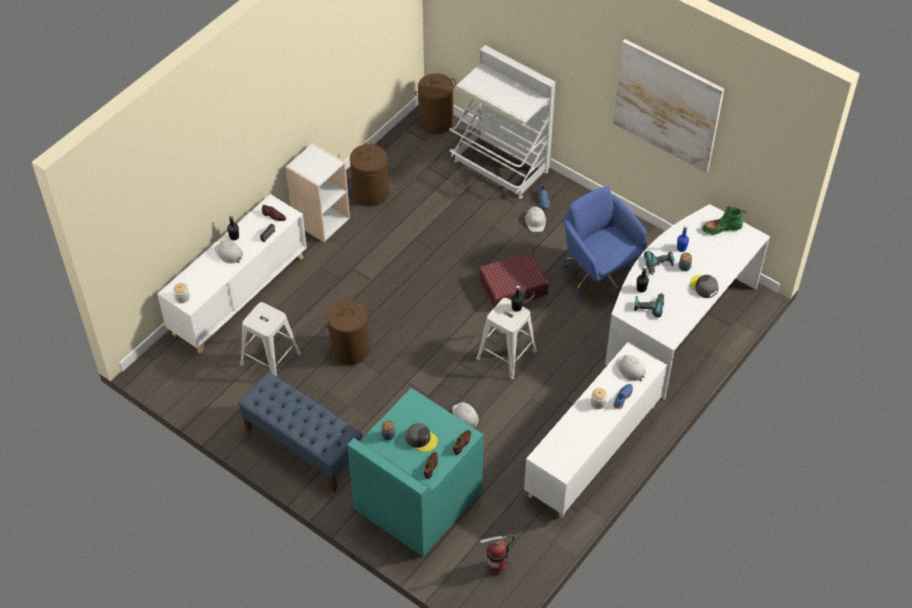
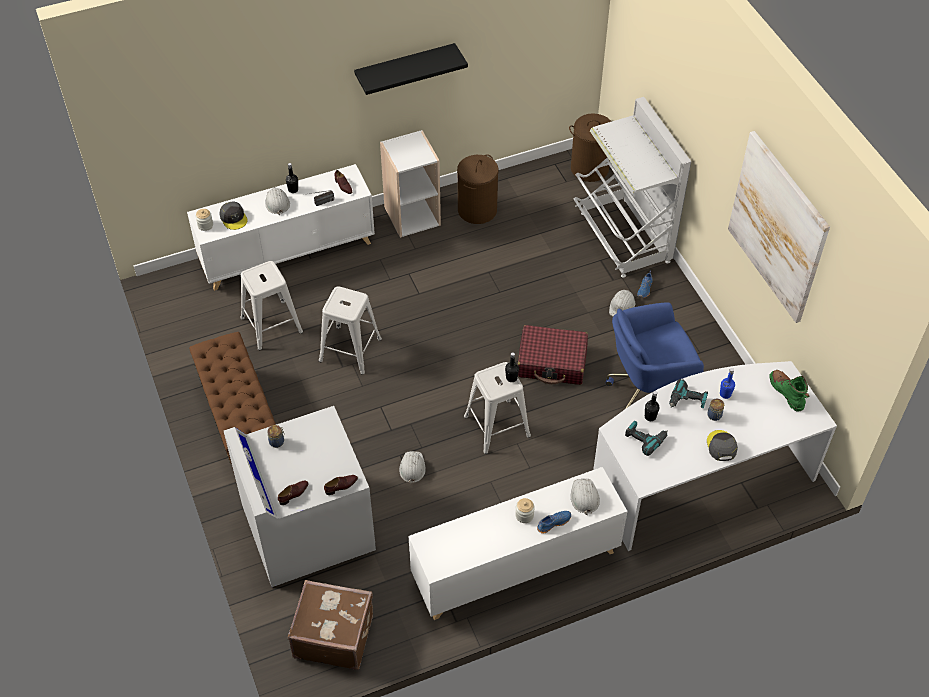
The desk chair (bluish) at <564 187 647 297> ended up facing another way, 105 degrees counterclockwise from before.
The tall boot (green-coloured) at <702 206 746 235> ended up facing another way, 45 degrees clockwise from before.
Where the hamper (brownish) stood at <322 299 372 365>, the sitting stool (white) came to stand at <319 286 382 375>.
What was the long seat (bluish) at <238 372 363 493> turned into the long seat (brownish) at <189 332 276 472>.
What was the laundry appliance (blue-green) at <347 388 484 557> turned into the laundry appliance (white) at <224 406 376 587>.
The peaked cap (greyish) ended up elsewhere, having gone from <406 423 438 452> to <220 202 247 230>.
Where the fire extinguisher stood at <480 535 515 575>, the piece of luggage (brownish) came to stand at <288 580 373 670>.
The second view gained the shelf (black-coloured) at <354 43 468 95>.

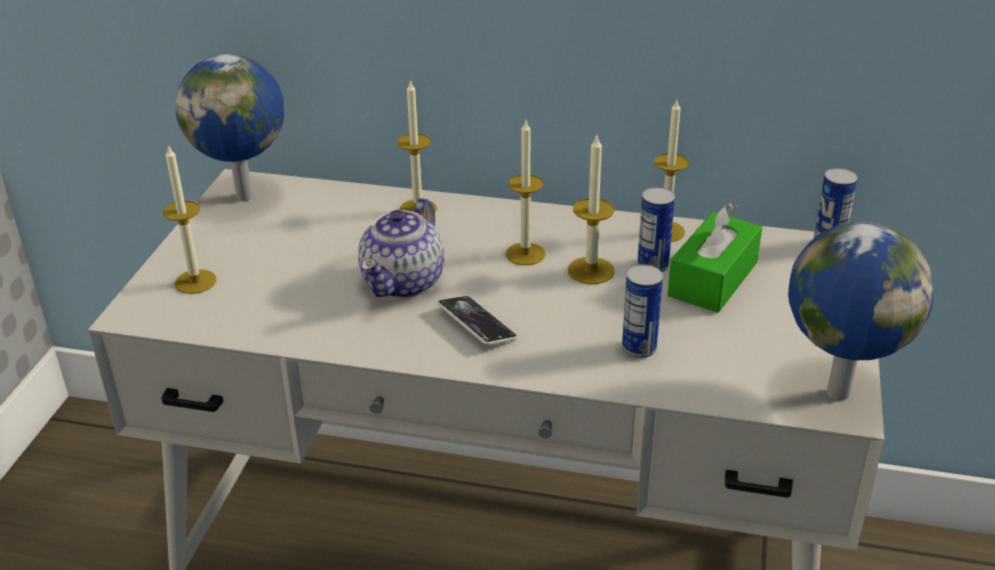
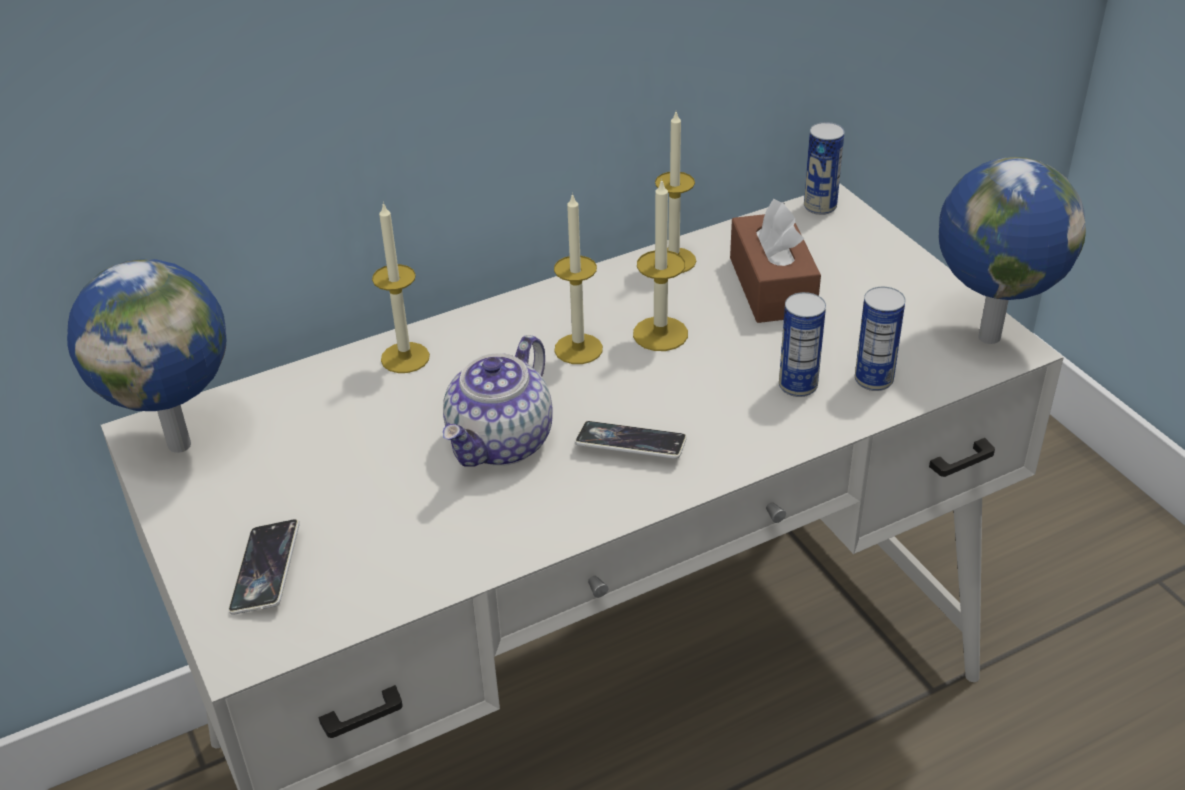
Where the candle stood at <163 145 217 294>, the phone came to stand at <228 519 300 615>.
The sealed can ended up elsewhere, having gone from <637 187 675 272> to <855 287 906 391>.
The teapot at <358 198 444 298> ended up facing another way, 45 degrees clockwise from before.
What was the box of tissues (green-coloured) at <667 202 762 313> turned into the box of tissues (brownish) at <730 199 821 323>.

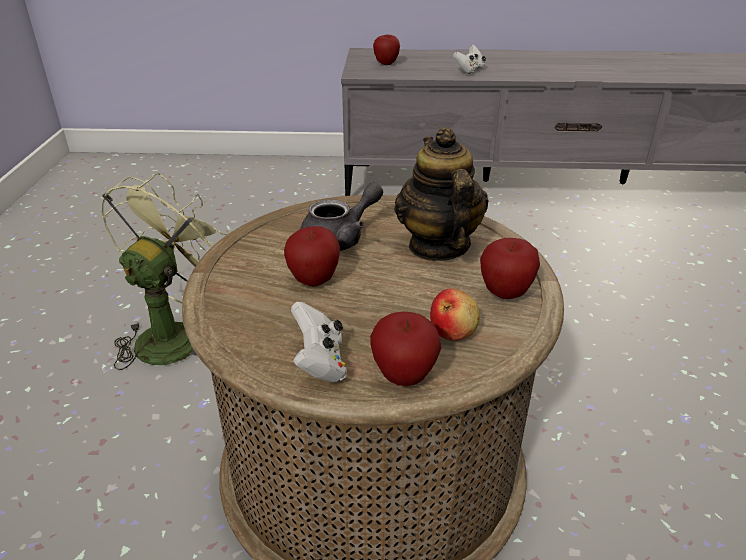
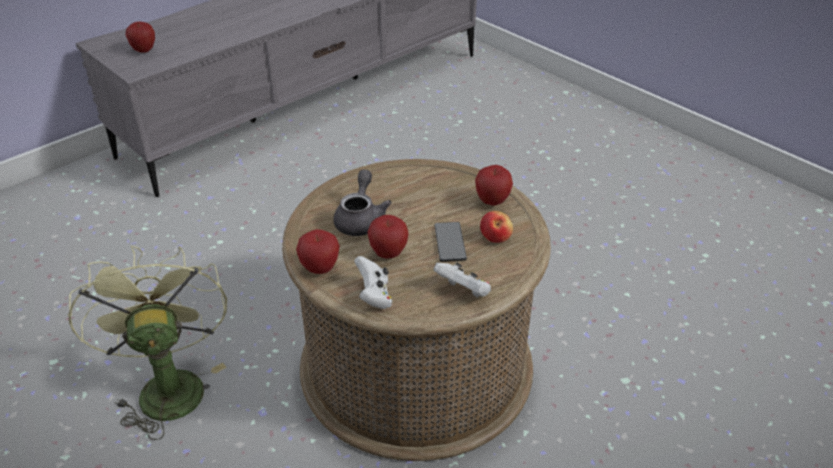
The gamepad (white) ended up elsewhere, having gone from <453 44 486 74> to <354 256 392 309>.
The second view lost the teapot at <394 127 489 261>.
The apple fruit ended up elsewhere, having gone from <370 311 441 386> to <296 229 340 274>.
The second view gained the phone at <434 222 467 262>.

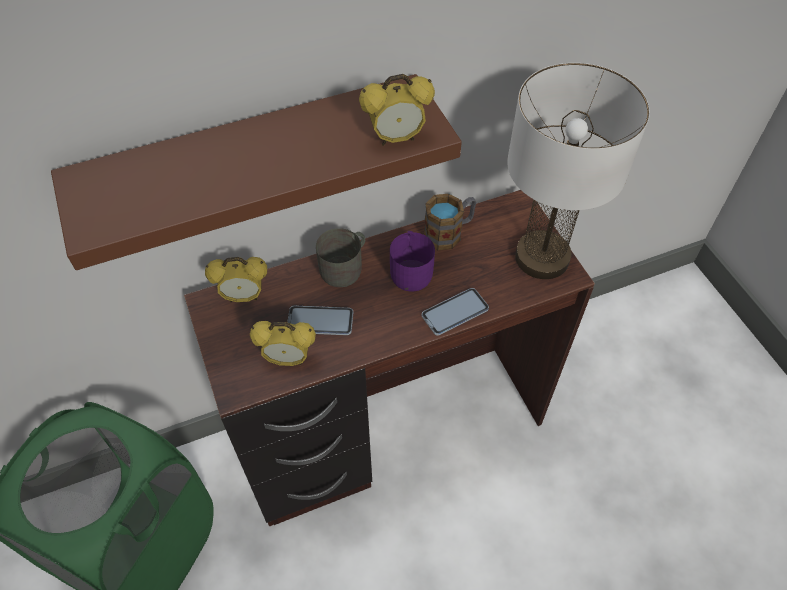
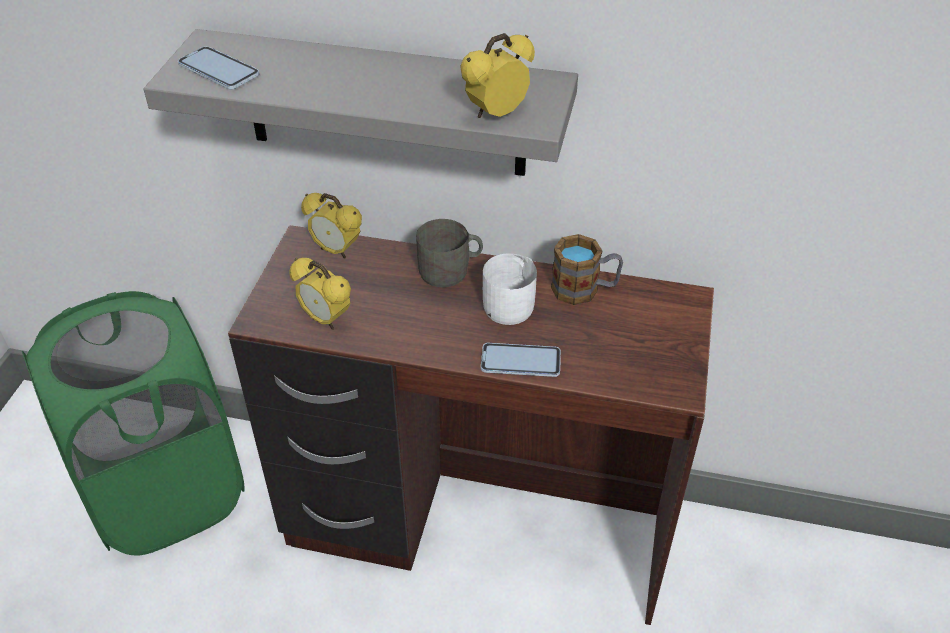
The second view lost the lamp for a table at <507 63 650 279>.
What was the shelf (brownish) at <51 74 462 270> turned into the shelf (greyish) at <144 29 578 176>.
The bedside clock at <359 74 435 146> ended up facing another way, 120 degrees clockwise from before.
What was the coffee mug (purplish) at <390 231 435 292> turned into the coffee mug (white) at <483 253 537 325>.
The phone ended up elsewhere, having gone from <287 306 353 335> to <178 46 259 89>.

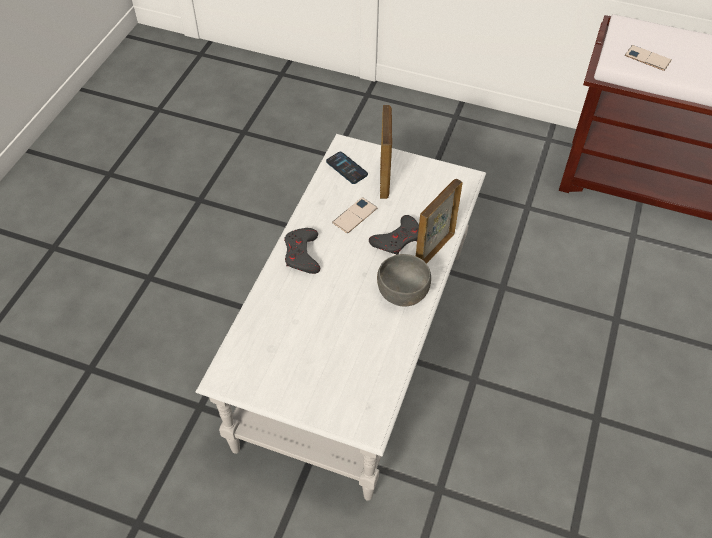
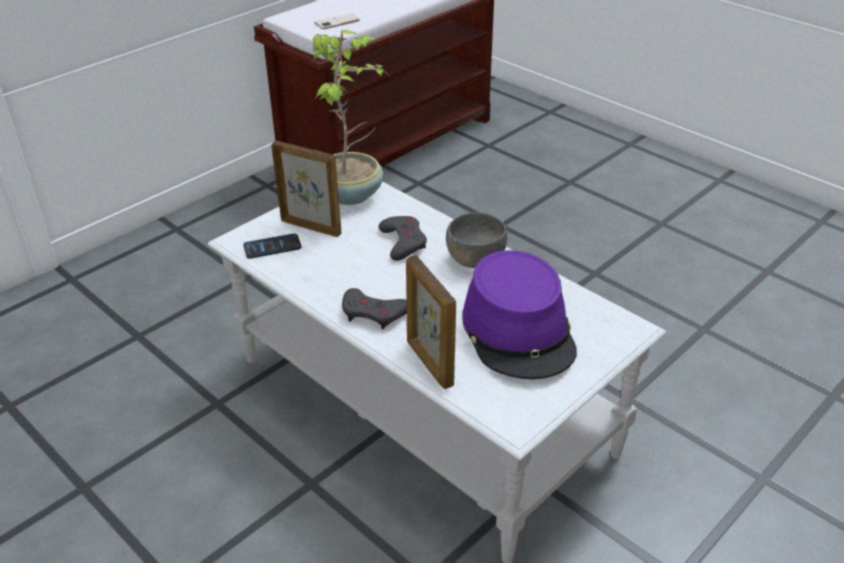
The picture frame ended up elsewhere, having gone from <416 179 463 264> to <406 255 456 389>.
The second view lost the phone at <332 197 377 233>.
The second view gained the plant in a pot at <313 30 389 205>.
The second view gained the wearable hat (purplish) at <463 250 577 379>.

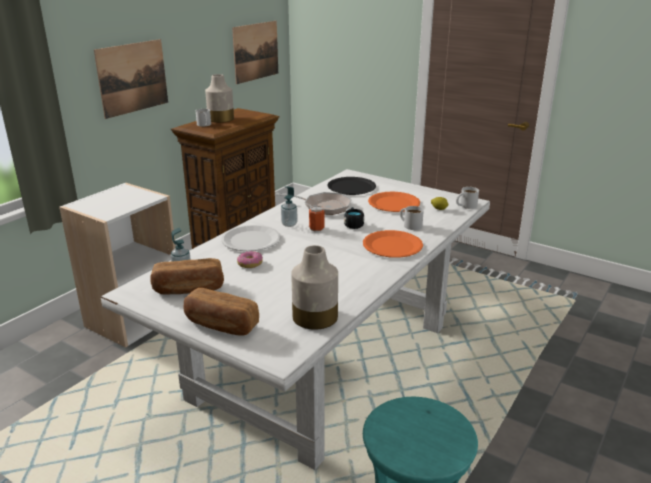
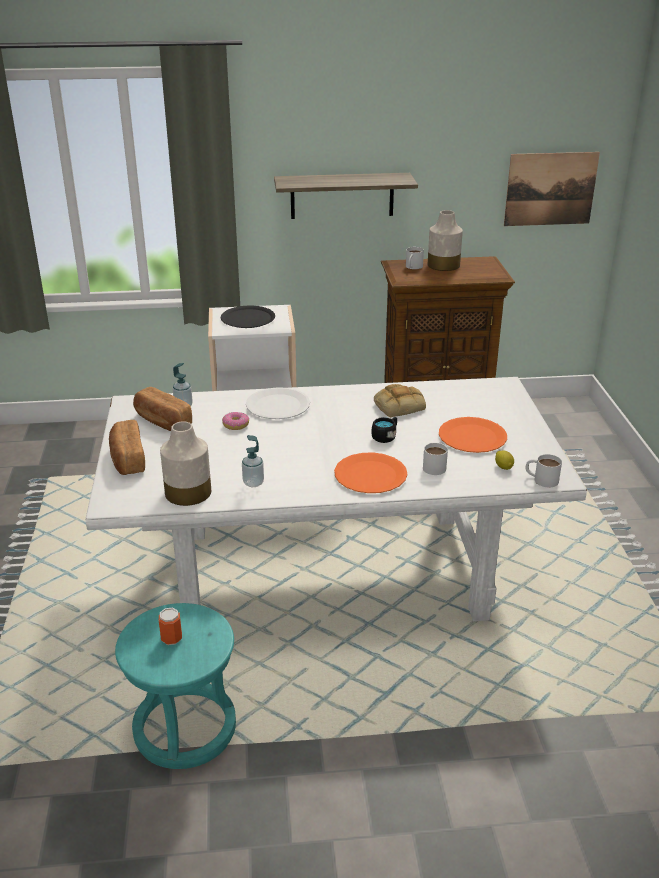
Where the wall picture hung at <94 39 168 119>, the shelf came to hang at <274 173 418 219>.
The dinner plate (black-coloured) ended up elsewhere, having gone from <327 177 376 195> to <221 306 275 328>.
The soap bottle ended up elsewhere, having gone from <281 186 298 227> to <242 435 264 487>.
Where the pan stood at <275 192 352 215>, the baked bread came to stand at <374 384 426 417>.
The sealed can ended up elsewhere, having gone from <309 205 324 232> to <159 608 182 645>.

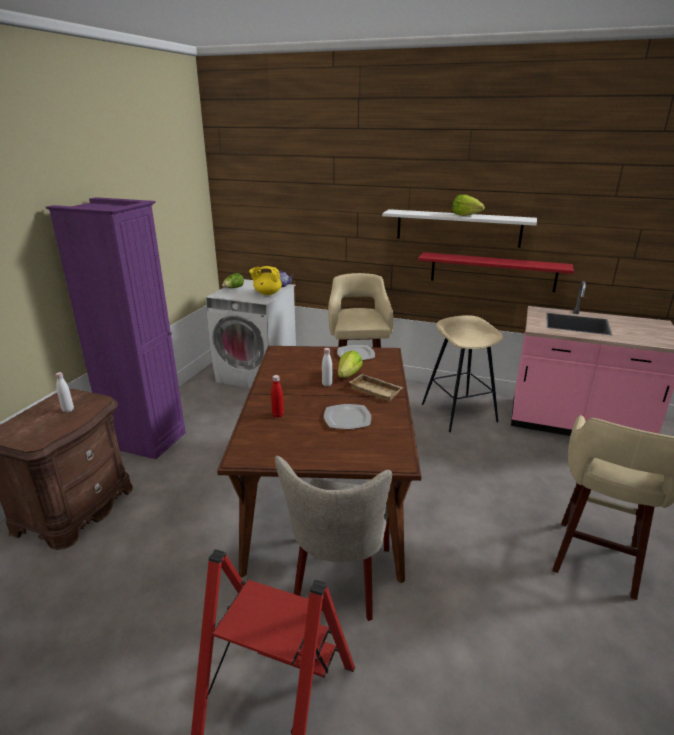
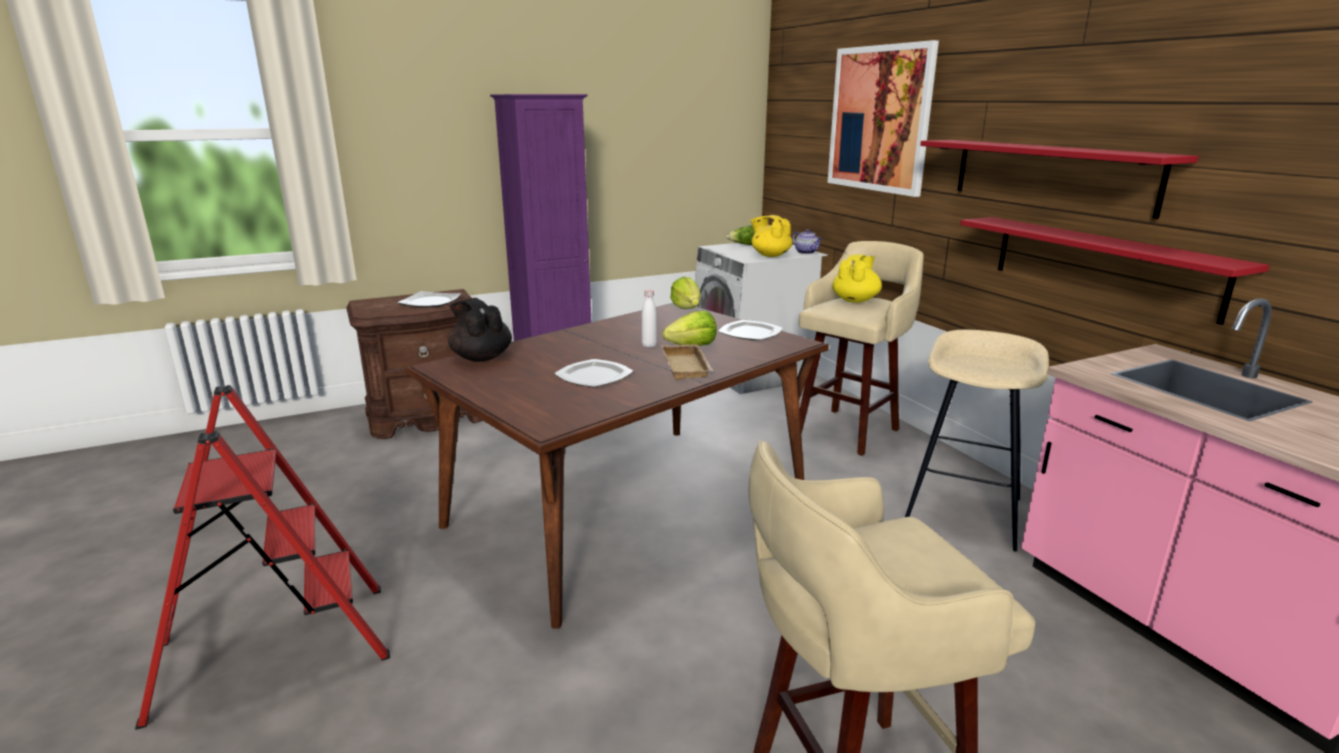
The head of lettuce ended up elsewhere, having gone from <452 195 485 216> to <670 277 701 309>.
What was the shelf (white) at <382 209 537 248> turned into the shelf (red) at <920 140 1199 219>.
Where the beverage bottle (white) stood at <55 372 74 412>, the dinner plate came to stand at <397 291 462 307>.
The second view lost the beverage bottle (red) at <271 375 284 418>.
The second view lost the chair (beige) at <275 456 392 621>.
The second view gained the wall picture at <827 40 939 197>.
The second view gained the teapot (yellow-coloured) at <832 254 882 303>.
The second view gained the teapot (black-coloured) at <448 298 512 362>.

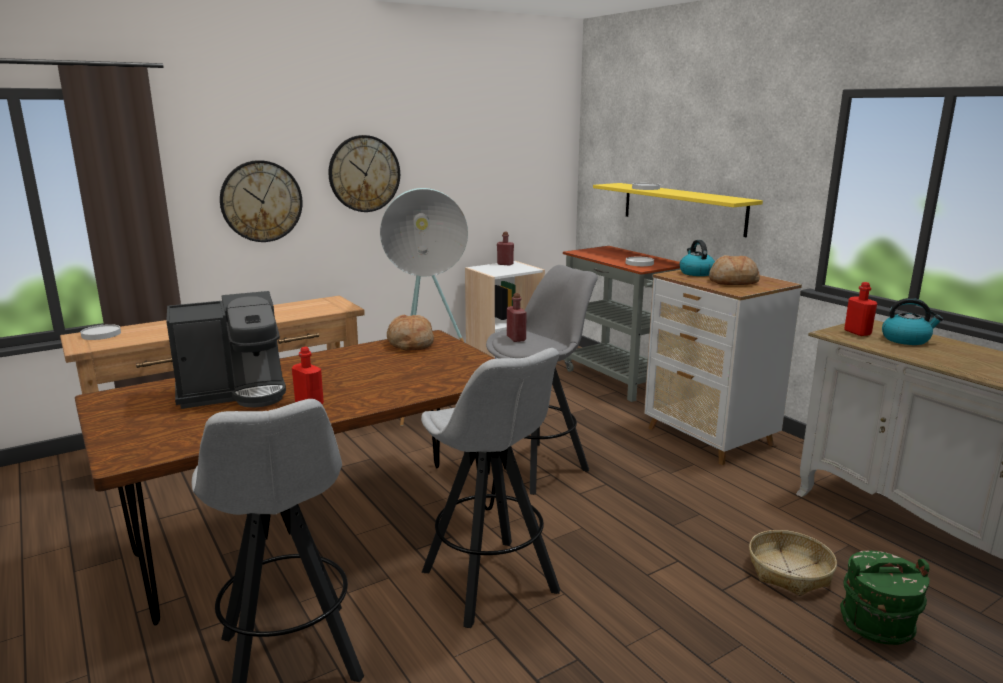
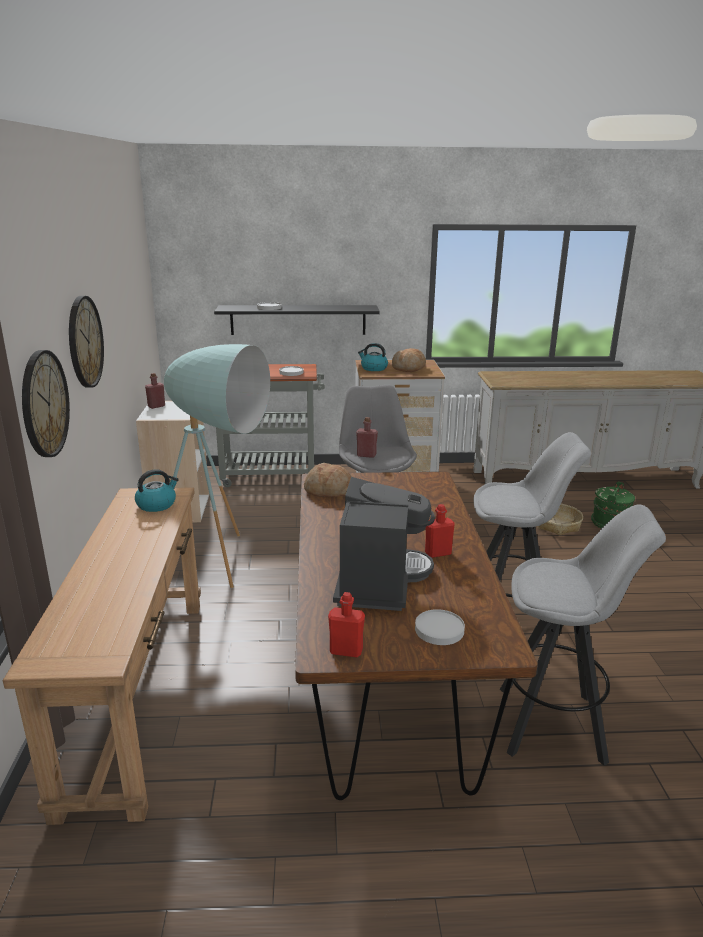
What was the shelf (yellow-coloured) at <593 183 763 237> turned into the shelf (black-coloured) at <214 305 380 335>.
The beverage bottle (red) ended up elsewhere, having gone from <844 282 877 336> to <328 592 365 657>.
The kettle ended up elsewhere, having gone from <882 298 943 345> to <135 469 179 512>.
The dinner plate (white) ended up elsewhere, having gone from <80 324 121 340> to <415 609 465 645>.

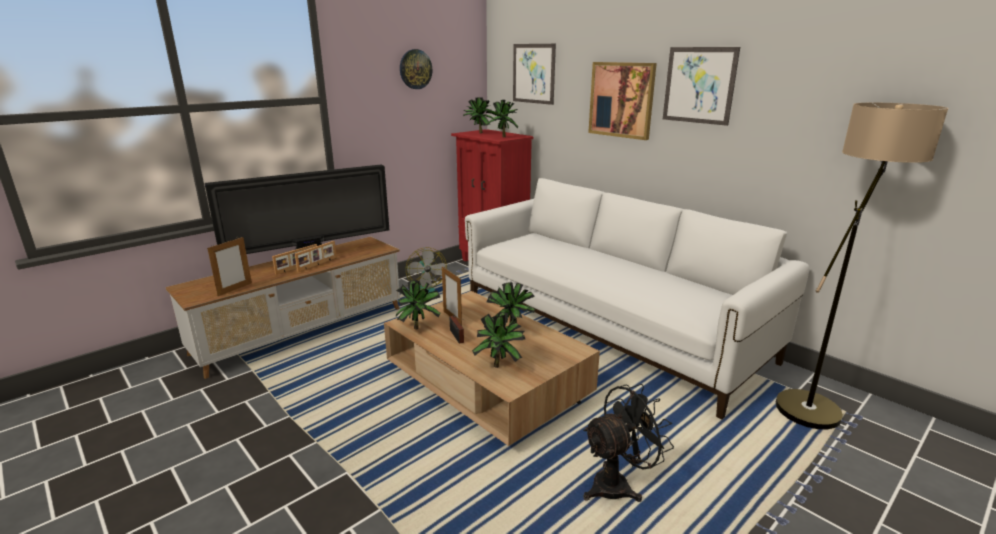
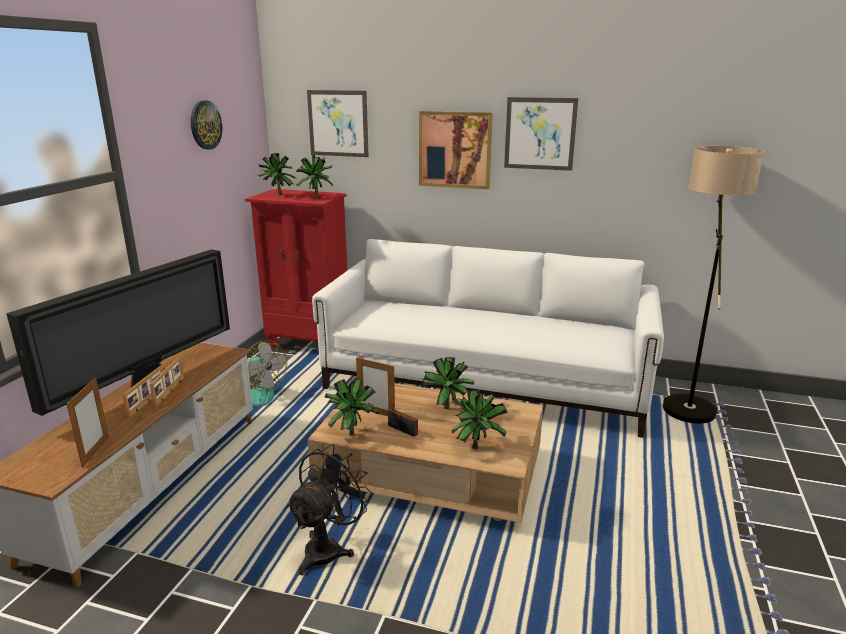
The electric fan (black-coloured) ended up elsewhere, having gone from <583 384 674 502> to <286 444 373 575>.

